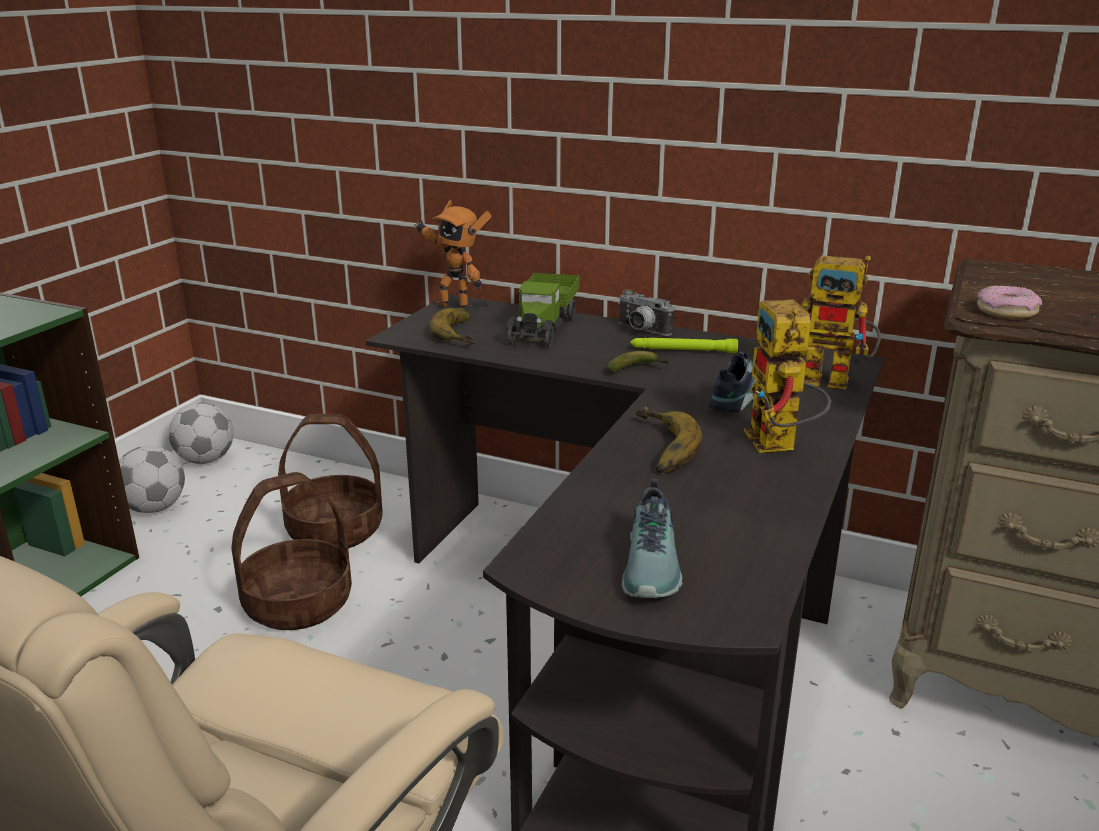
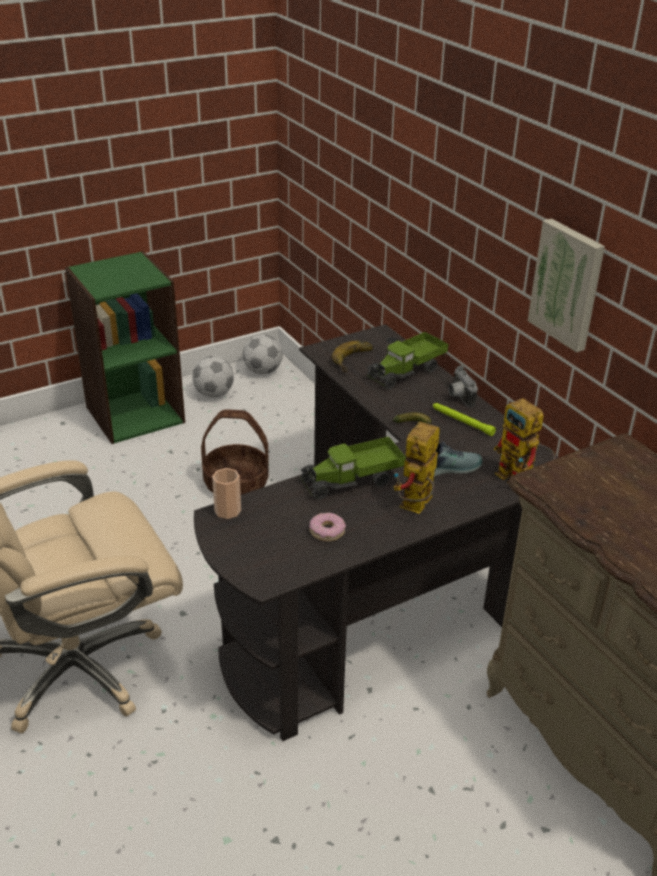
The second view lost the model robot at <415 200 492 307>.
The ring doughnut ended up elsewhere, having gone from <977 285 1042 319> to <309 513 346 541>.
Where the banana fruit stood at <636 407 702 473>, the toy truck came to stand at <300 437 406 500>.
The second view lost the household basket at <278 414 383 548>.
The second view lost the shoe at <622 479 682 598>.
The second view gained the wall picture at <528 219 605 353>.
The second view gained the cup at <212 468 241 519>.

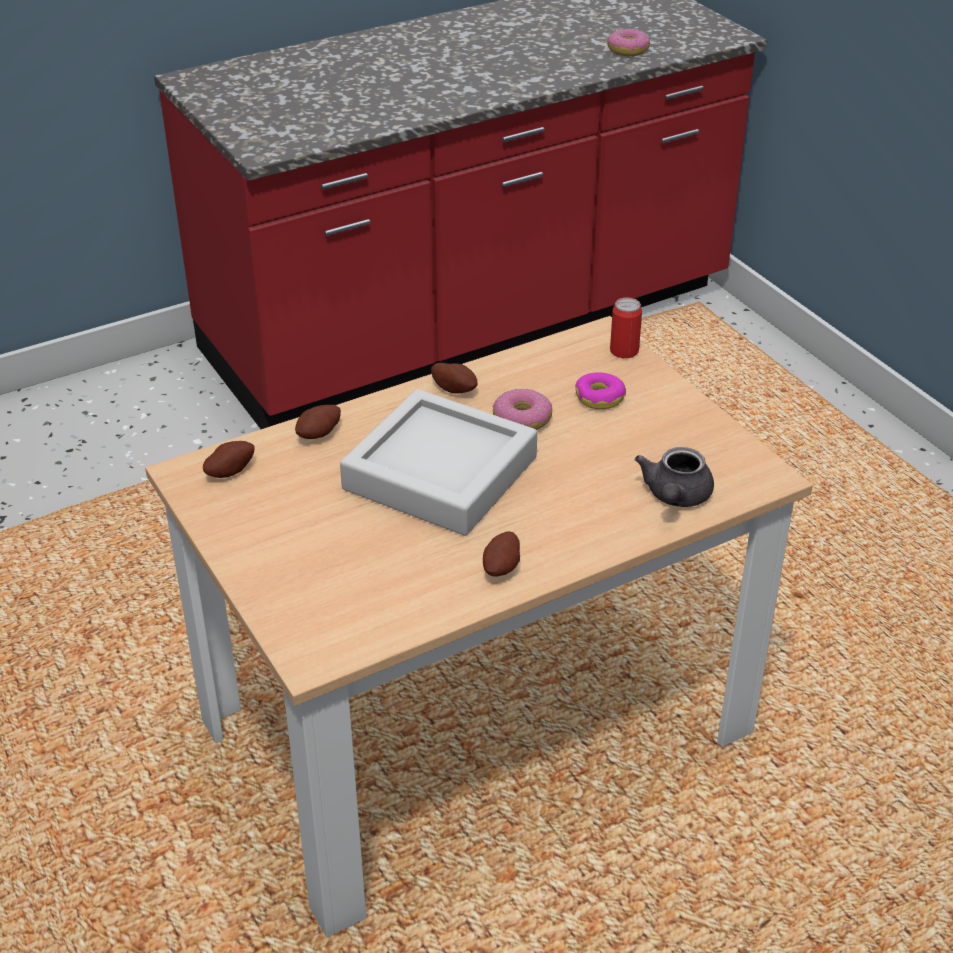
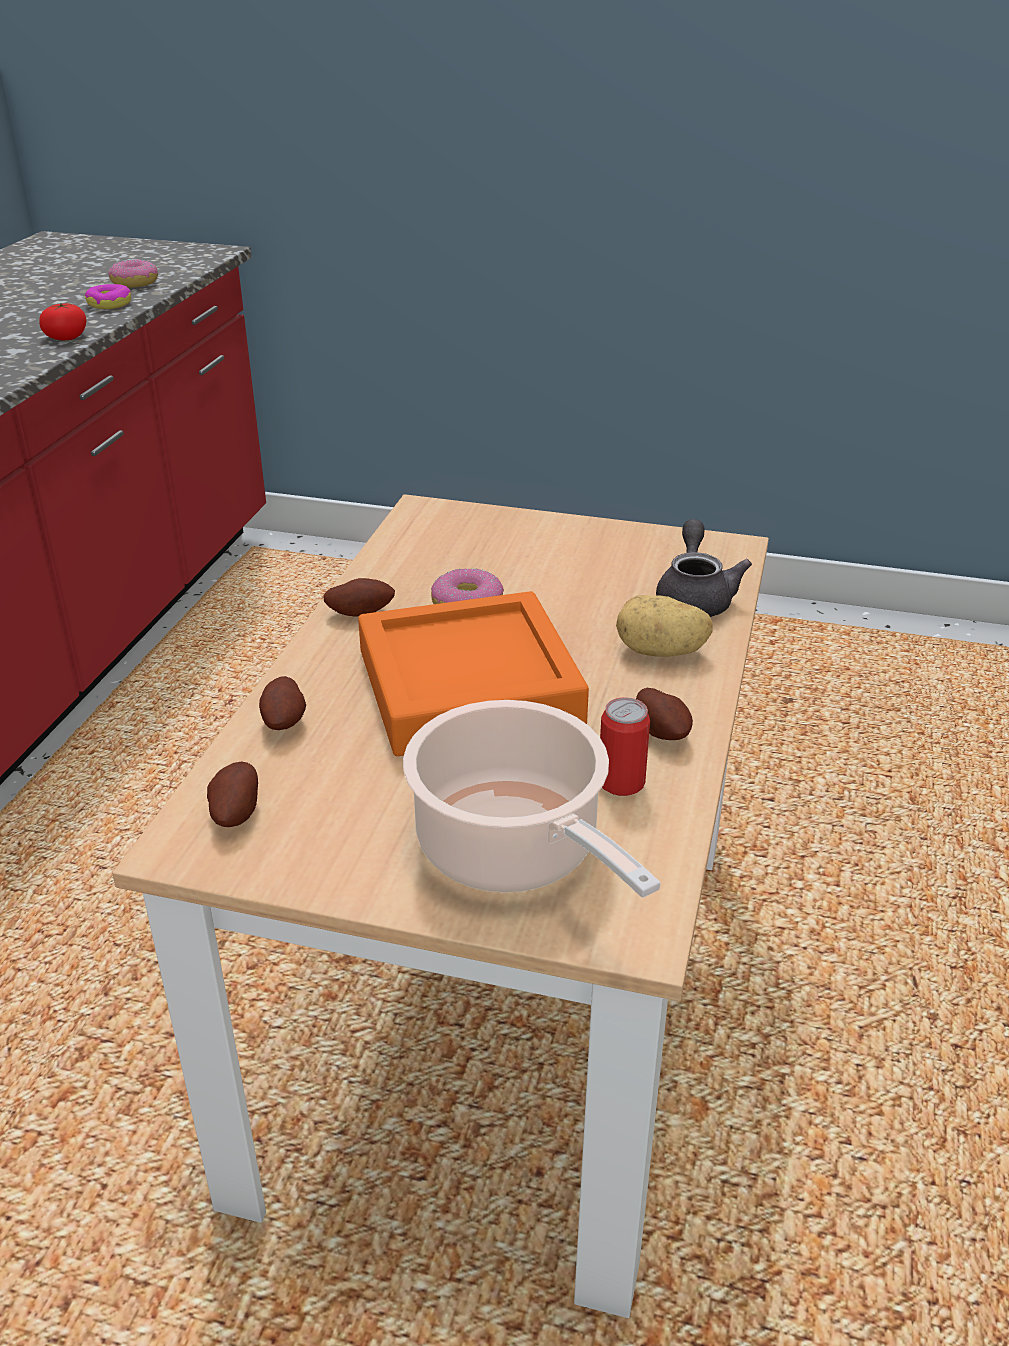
The sealed can ended up elsewhere, having gone from <610 297 642 358> to <600 697 650 796>.
The ring doughnut ended up elsewhere, having gone from <575 373 626 409> to <85 284 131 309>.
What was the tray (greyish) at <340 389 537 536> turned into the tray (orange) at <358 591 589 756>.
The teapot (greyish) at <635 447 714 507> ended up facing another way, 150 degrees counterclockwise from before.
The second view gained the whole tomato at <39 303 86 340>.
The second view gained the potato at <616 595 713 657>.
The second view gained the cooking pot at <403 700 661 898>.

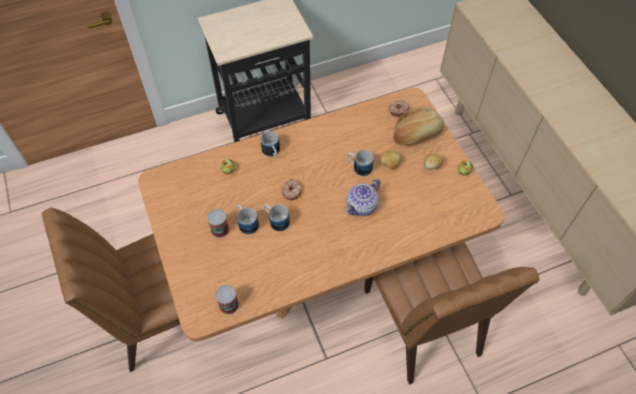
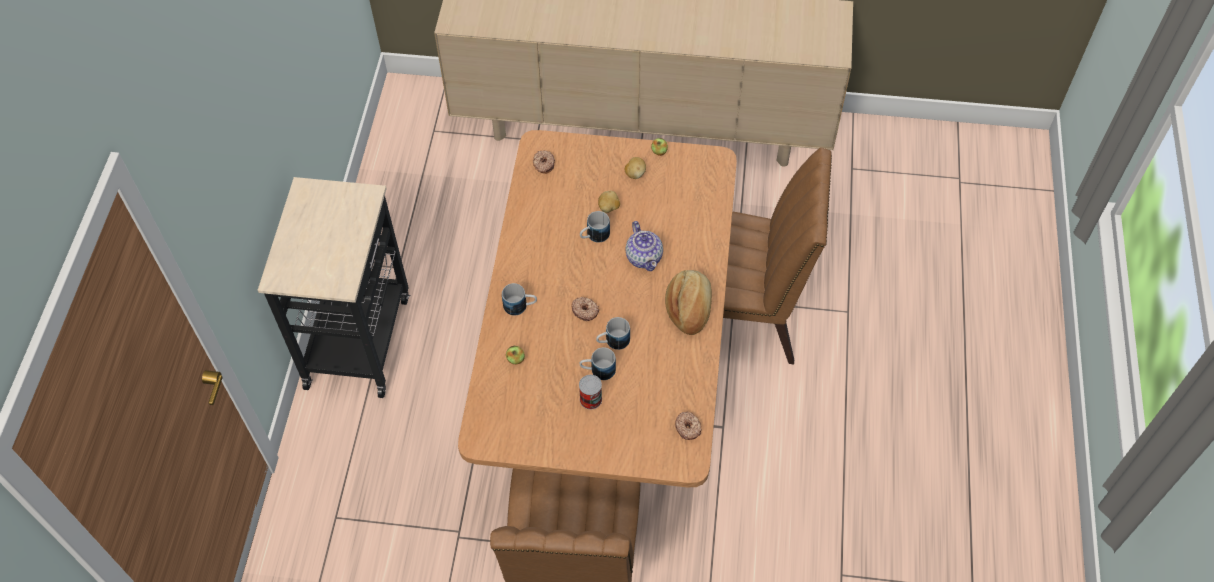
The baked bread ended up elsewhere, having gone from <394 107 444 145> to <665 270 712 335>.
Where the sealed can stood at <216 285 239 314>, the ring doughnut came to stand at <675 412 702 440>.

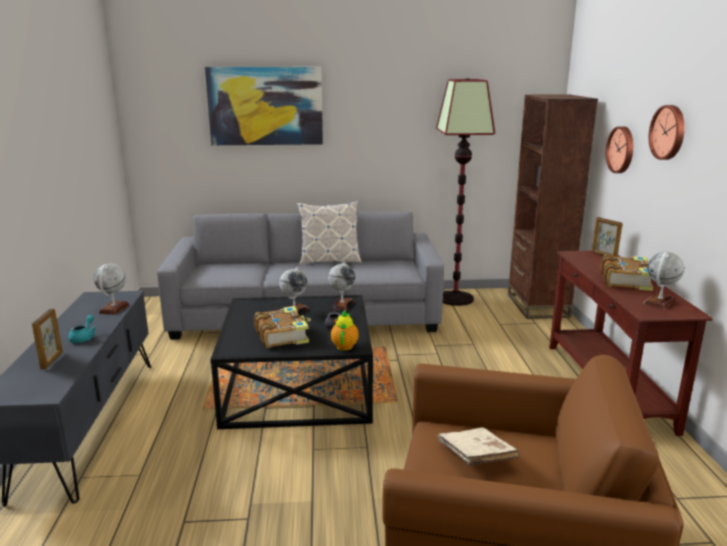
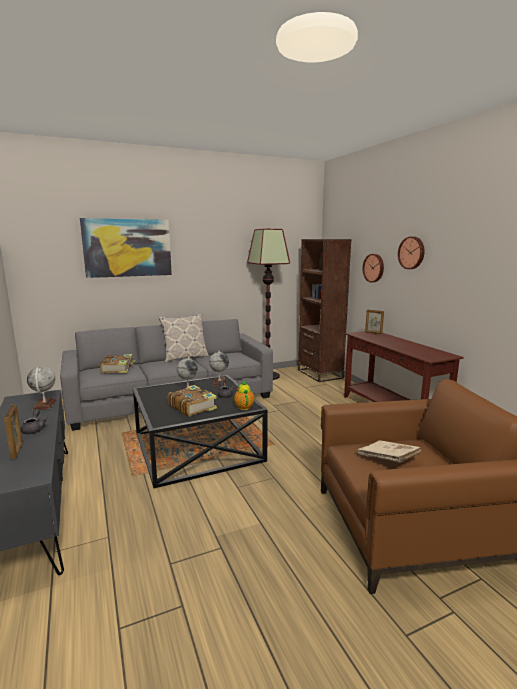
The second view lost the desk globe at <643 252 684 309>.
The book ended up elsewhere, having gone from <600 255 653 291> to <100 354 135 373>.
What was the teapot (blue-green) at <68 315 97 343> turned into the teapot (greyish) at <21 409 47 434>.

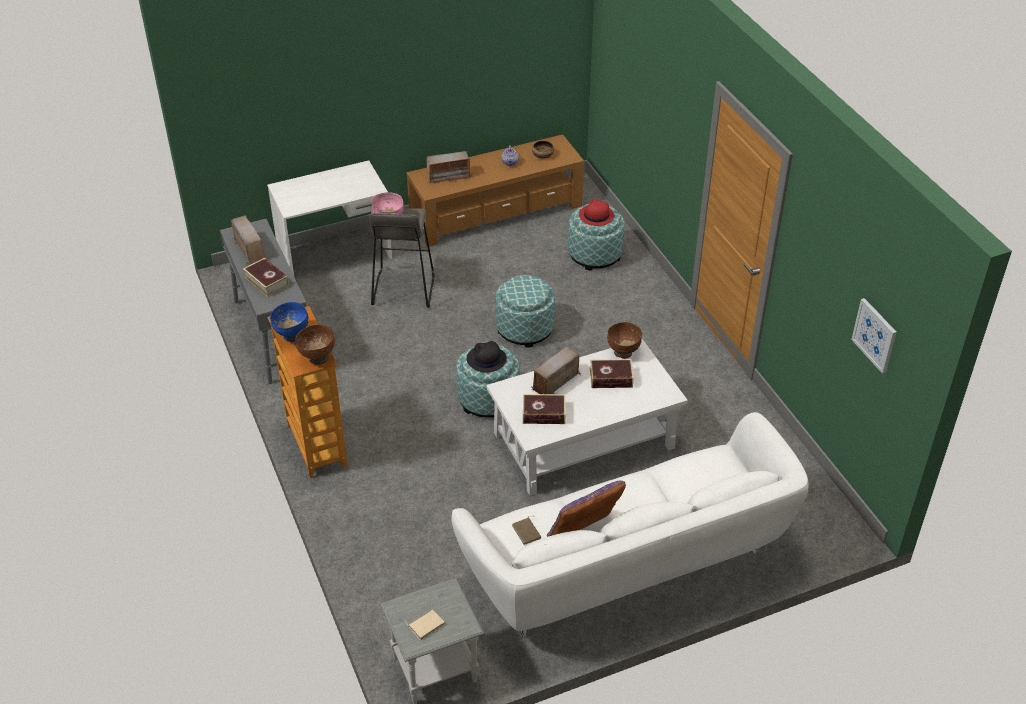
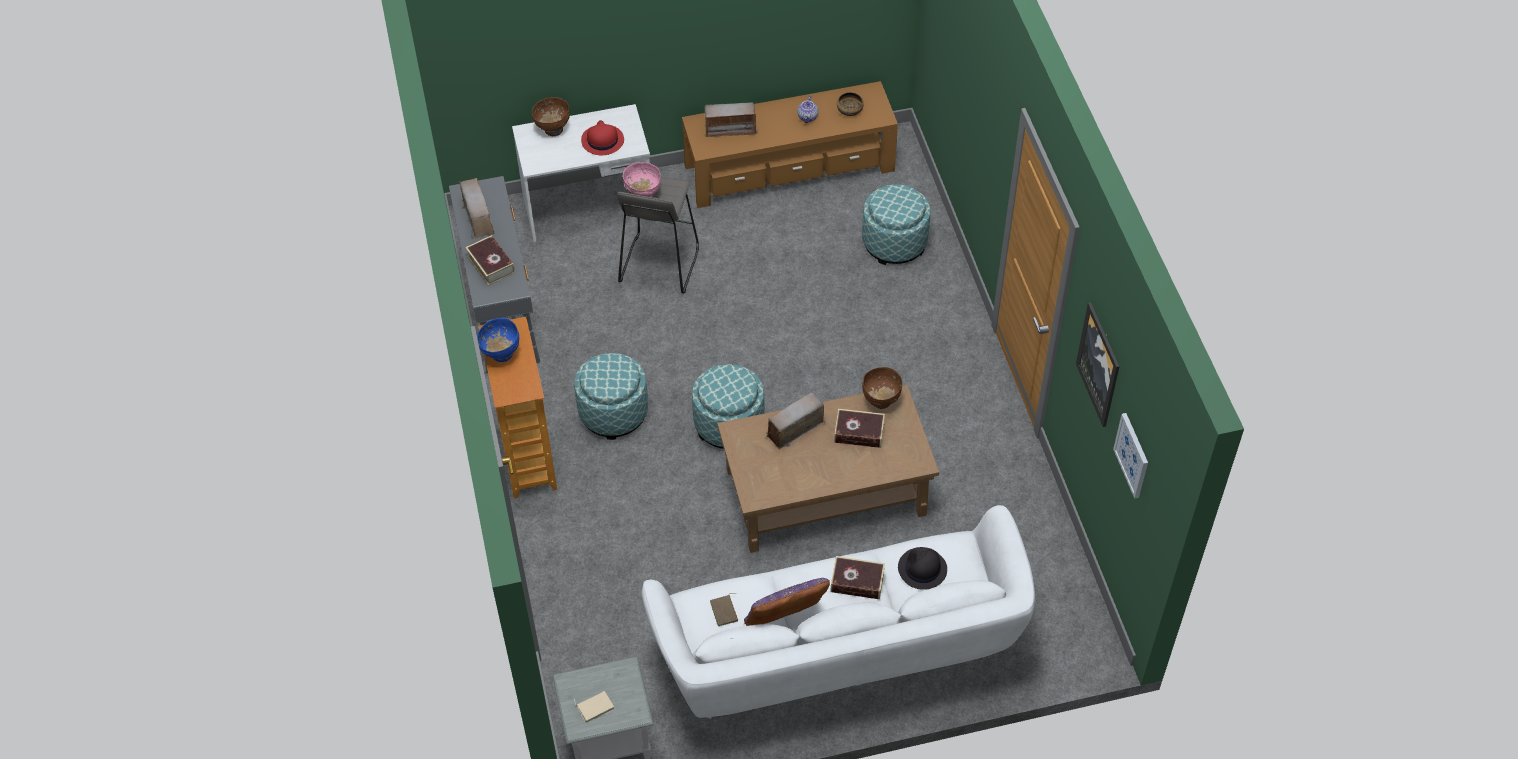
The wearable hat (red) ended up elsewhere, having gone from <579 199 614 226> to <581 120 624 155>.
The pouffe ended up elsewhere, having gone from <495 275 555 348> to <574 353 648 440>.
The deep dish (brownish) ended up elsewhere, having gone from <295 324 335 365> to <532 97 570 136>.
What was the lounge table (white) at <486 339 688 496> turned into the lounge table (brownish) at <717 385 939 553>.
The wearable hat (black-coloured) ended up elsewhere, having gone from <466 341 507 373> to <898 547 947 590>.
The book ended up elsewhere, having gone from <523 394 566 424> to <831 556 885 600>.
The second view gained the wall picture at <1076 302 1120 427>.

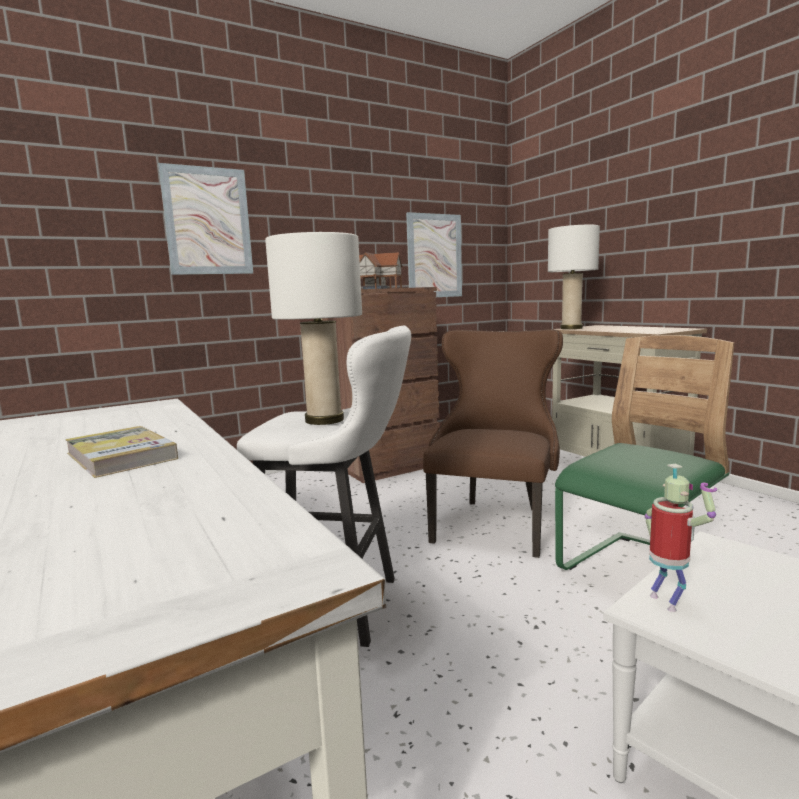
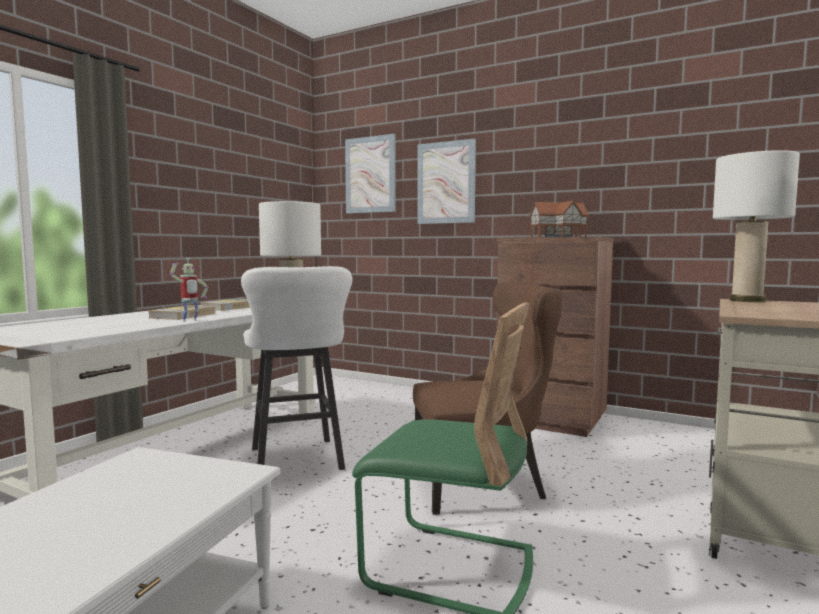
The wall picture ended up elsewhere, having gone from <406 212 462 297> to <345 134 396 214>.
The model robot ended up elsewhere, having gone from <645 464 717 612> to <170 258 208 322>.
The second view gained the book at <200 299 250 311>.

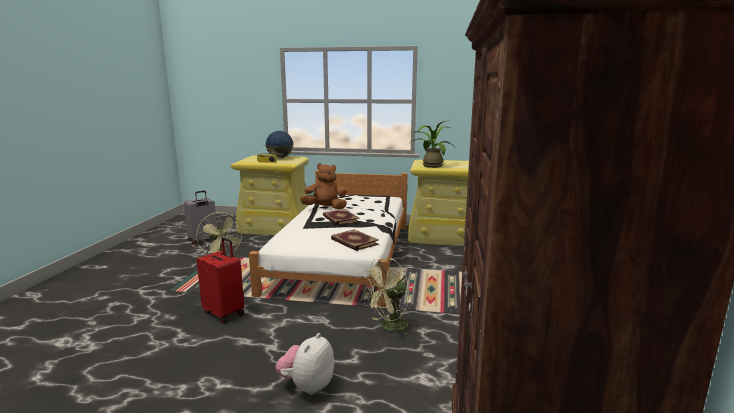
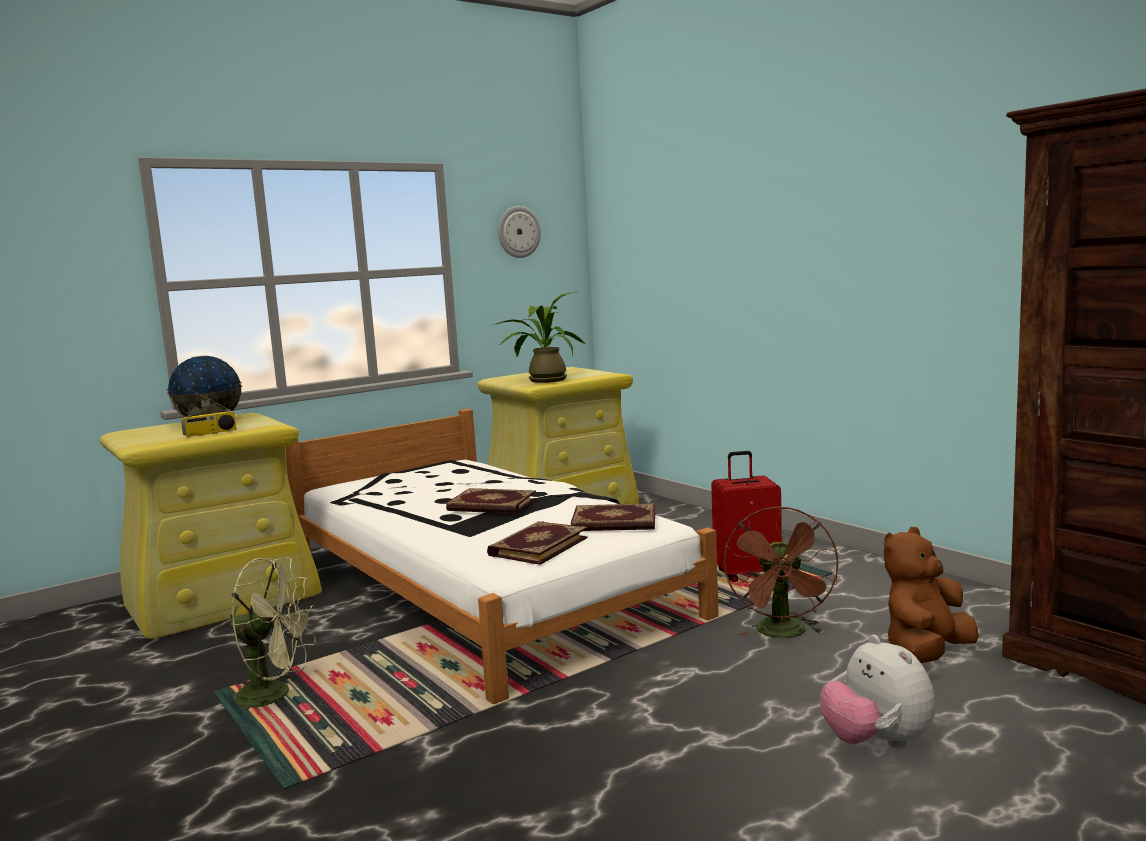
The plush toy (brownish) ended up elsewhere, having gone from <300 163 347 209> to <884 527 979 663>.
The second view lost the piece of luggage (greyish) at <184 190 217 245>.
The piece of luggage (red) ended up elsewhere, having gone from <197 238 244 323> to <711 451 782 582>.
What was the electric fan (green-coloured) at <362 258 416 336> turned into the electric fan (brownish) at <724 506 839 638>.
The second view gained the clock on the wall at <498 206 541 258>.
The second view gained the book at <487 521 588 565>.

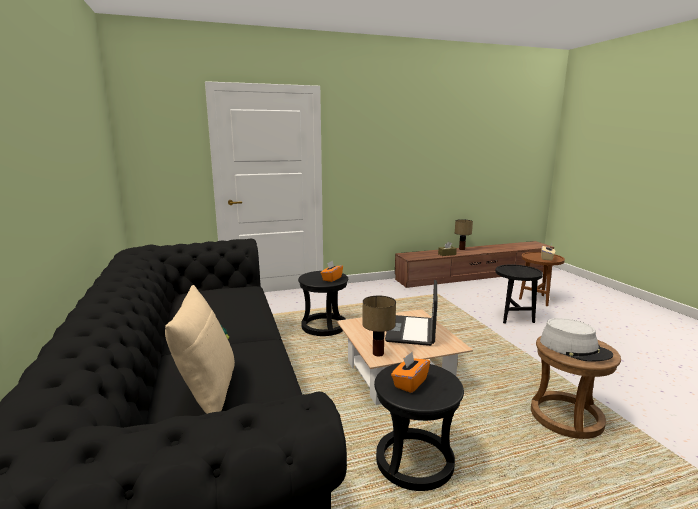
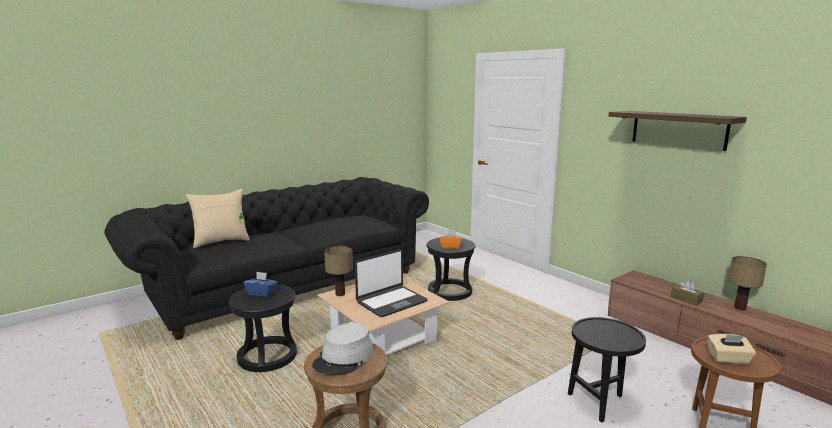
The portable computer at <385 280 437 346> ended up facing another way, 150 degrees clockwise from before.
What was the box of tissues (orange) at <391 352 430 393> turned into the box of tissues (bluish) at <244 272 277 297>.
The second view gained the shelf at <609 111 747 151>.

